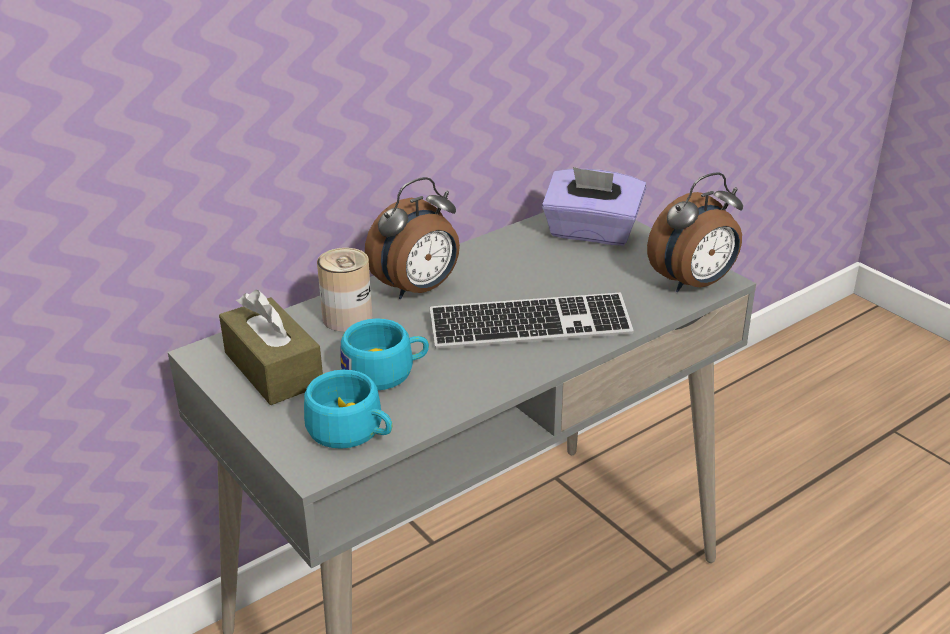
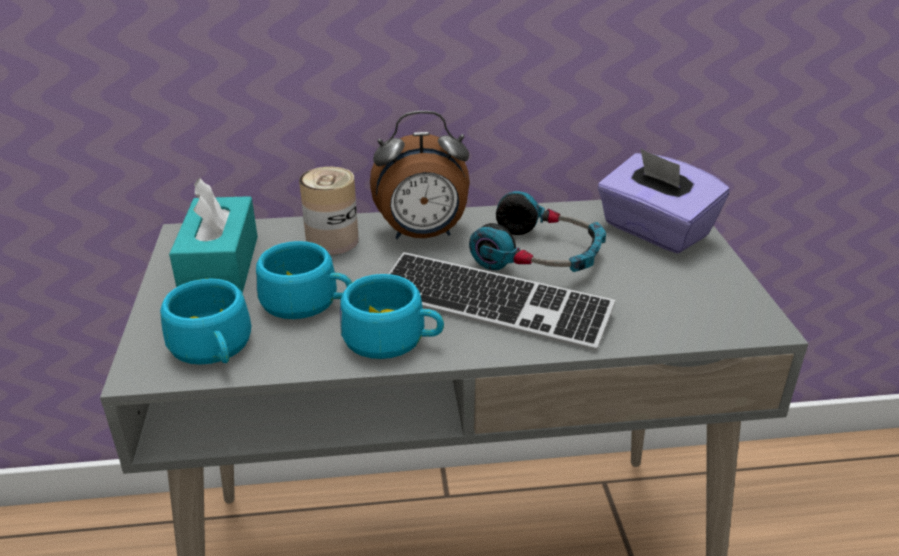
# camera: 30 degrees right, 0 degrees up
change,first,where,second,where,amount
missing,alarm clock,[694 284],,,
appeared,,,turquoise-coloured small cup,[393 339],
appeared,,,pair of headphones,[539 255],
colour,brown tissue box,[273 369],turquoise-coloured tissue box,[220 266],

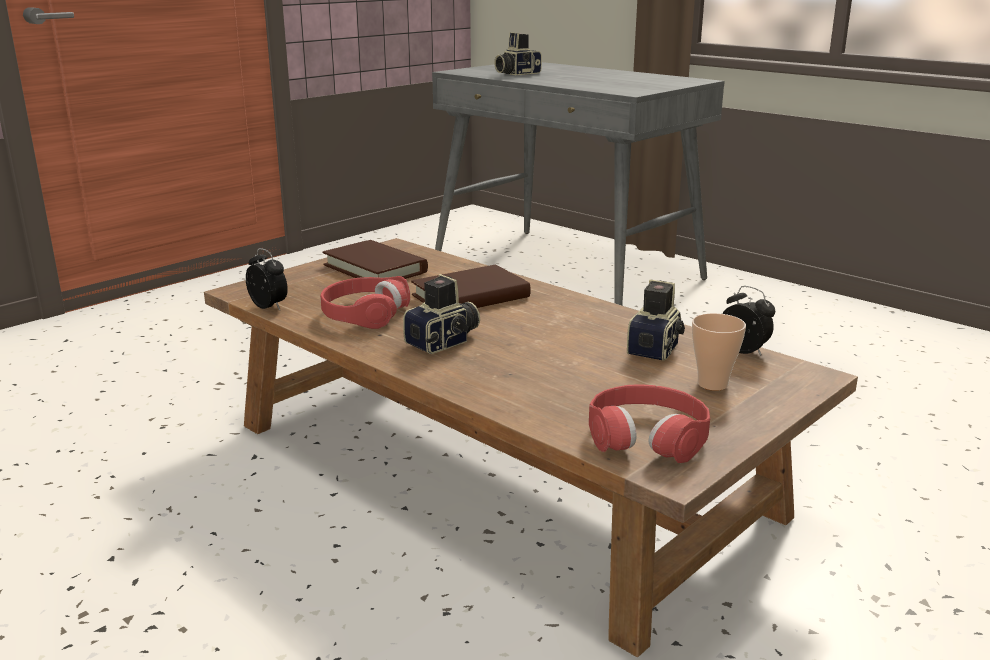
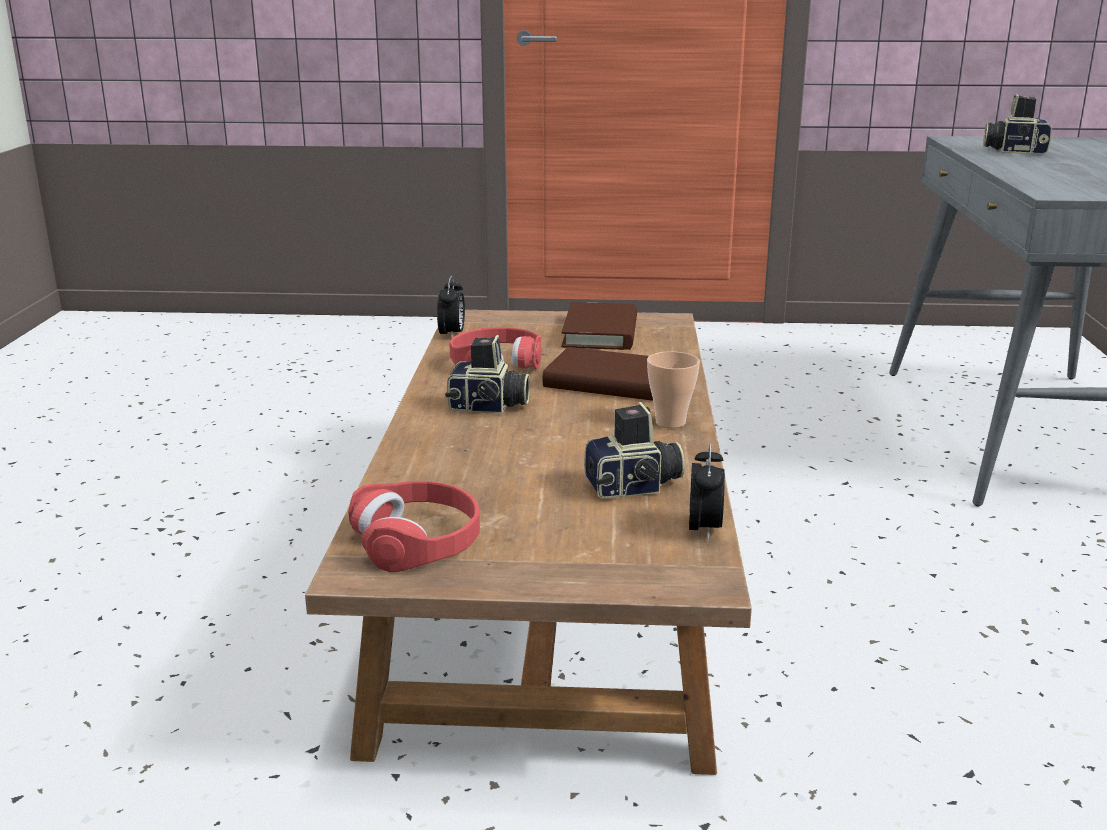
# camera: 50 degrees right, 0 degrees up
change,first,where,second,where,amount
relocated,small cup,[712 384],,[670 422],

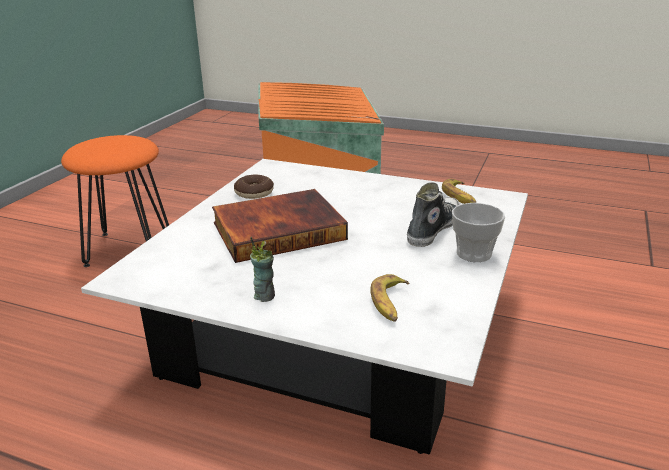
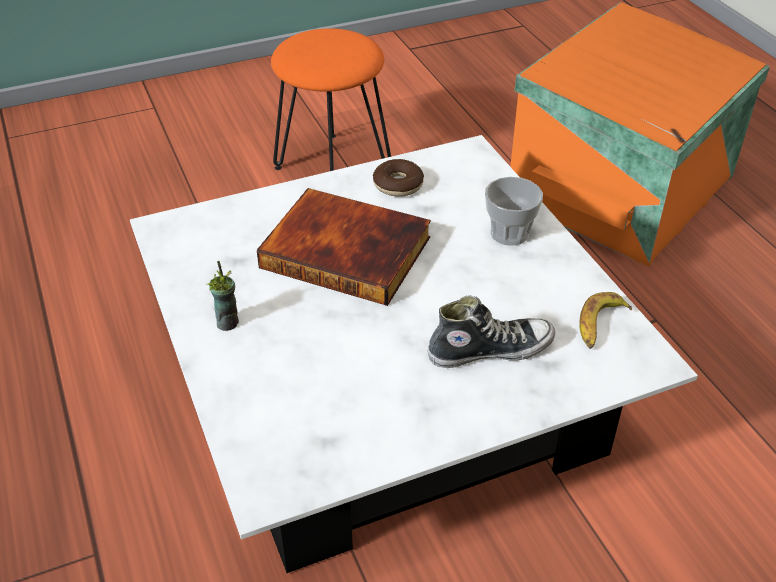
# camera: 45 degrees right, 15 degrees up
change,first,where,second,where,amount
missing,banana fruit,[390 303],,,
relocated,small cup,[474 254],,[509 233],

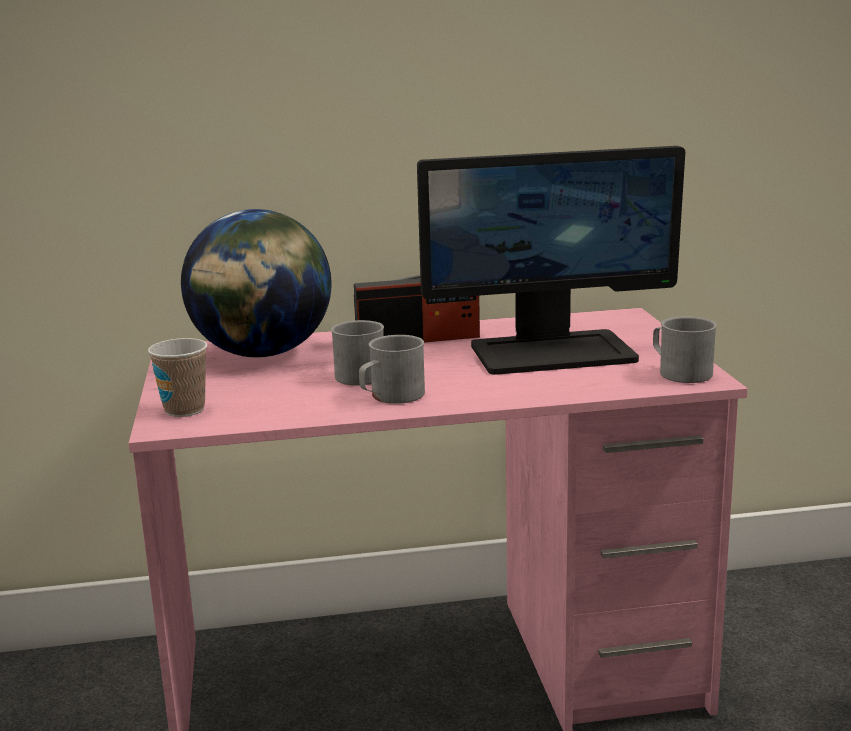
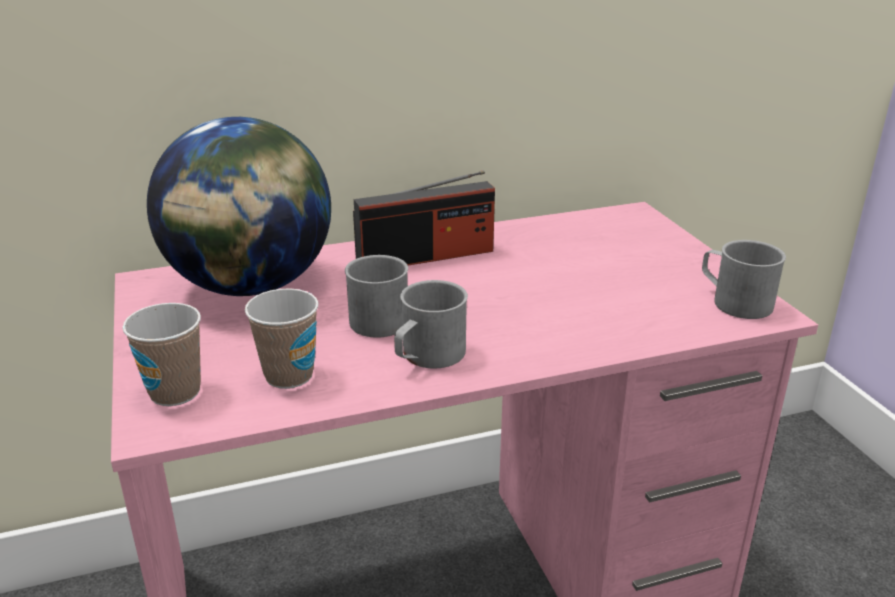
# camera: 10 degrees left, 10 degrees up
change,first,where,second,where,amount
missing,monitor,[552 352],,,
appeared,,,small cup,[289 375],

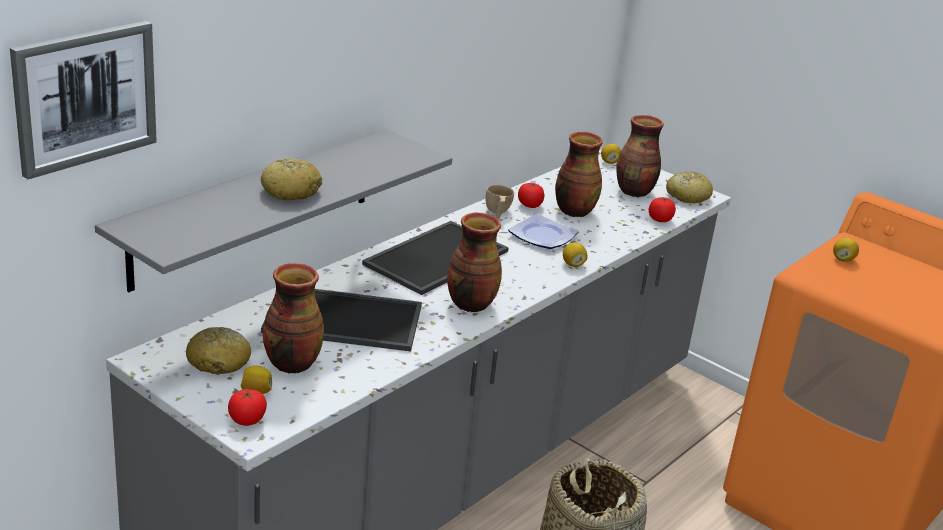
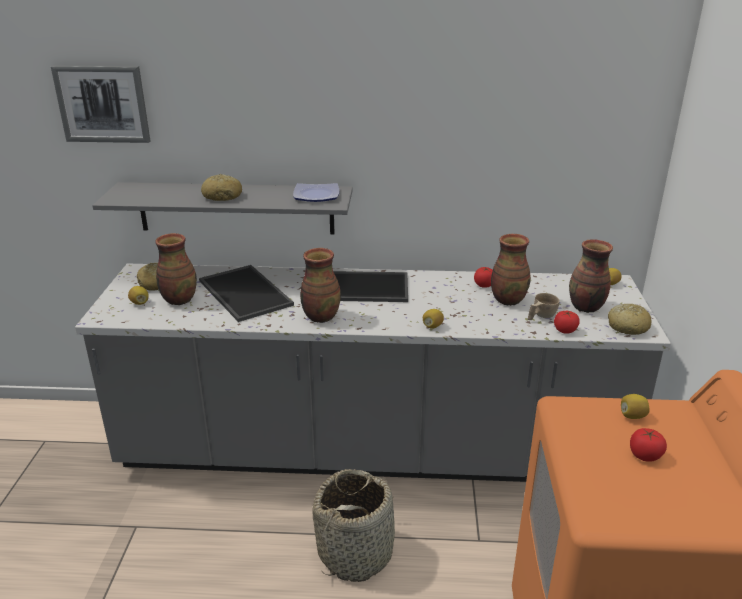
# camera: 55 degrees right, 0 degrees up
change,first,where,second,where,amount
relocated,fresh tomato,[247 420],,[644 455],
relocated,sand-coloured small cup,[497 213],,[540 316],
relocated,flat dish,[542 235],,[317 195],

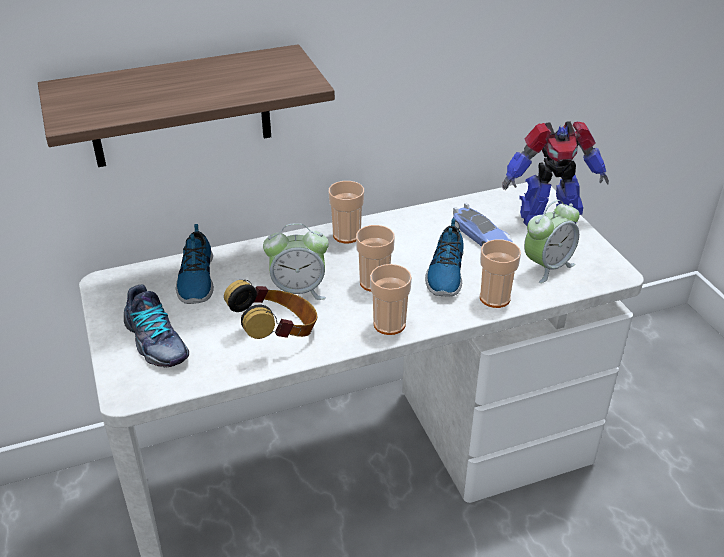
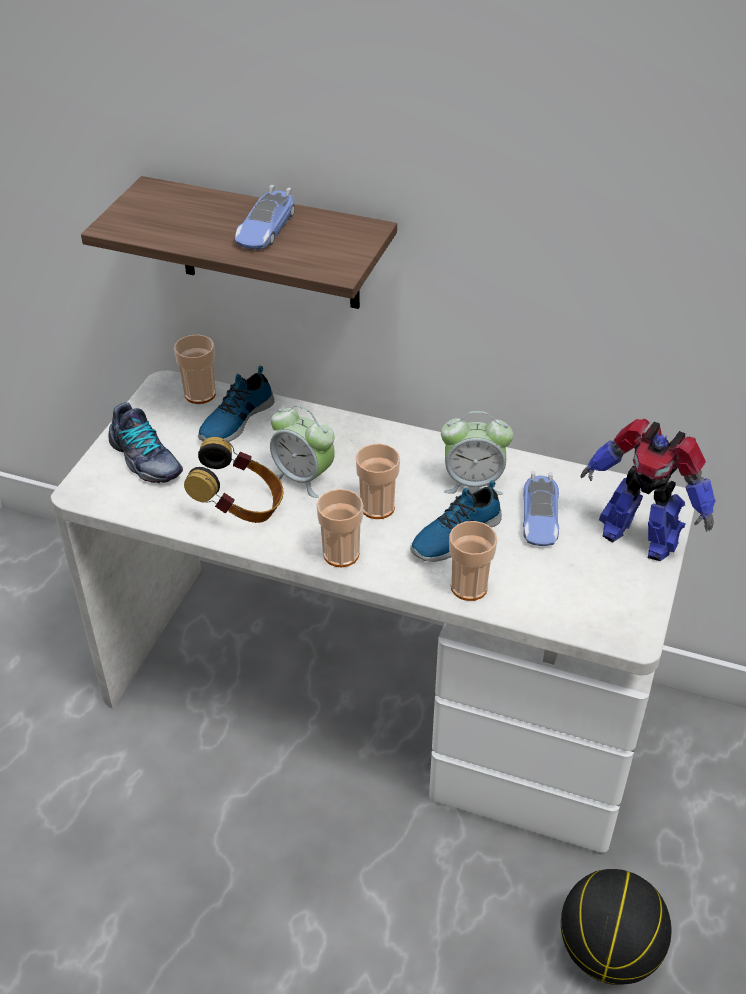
# camera: 40 degrees right, 5 degrees up
change,first,where,second,where,amount
appeared,,,toy car,[265 228],
appeared,,,basketball ball,[608 950],
relocated,small cup,[347 235],,[200 394],
relocated,alarm clock,[547 266],,[473 482],
spun,shoe,[155 342],,[145 460],45 degrees counterclockwise

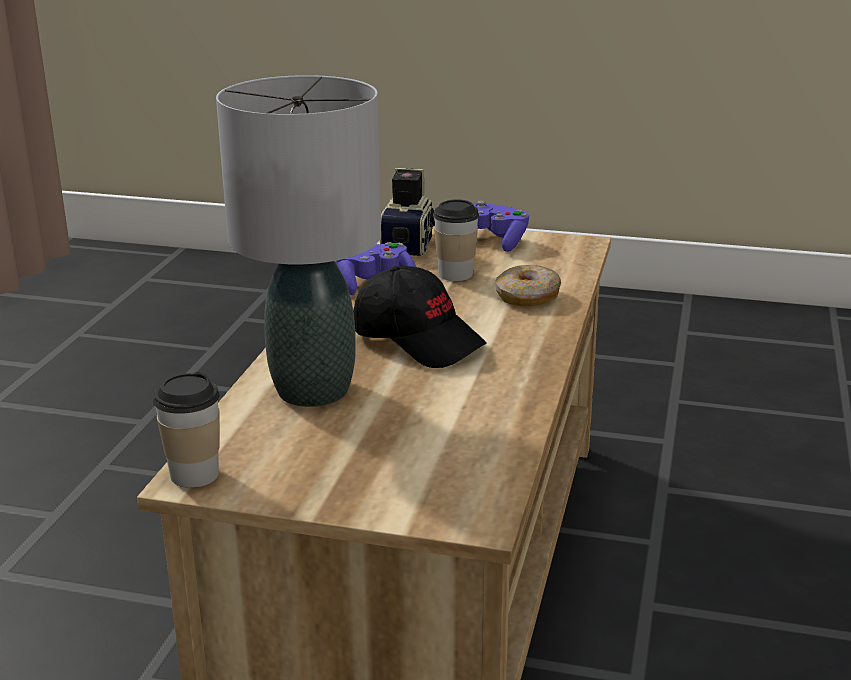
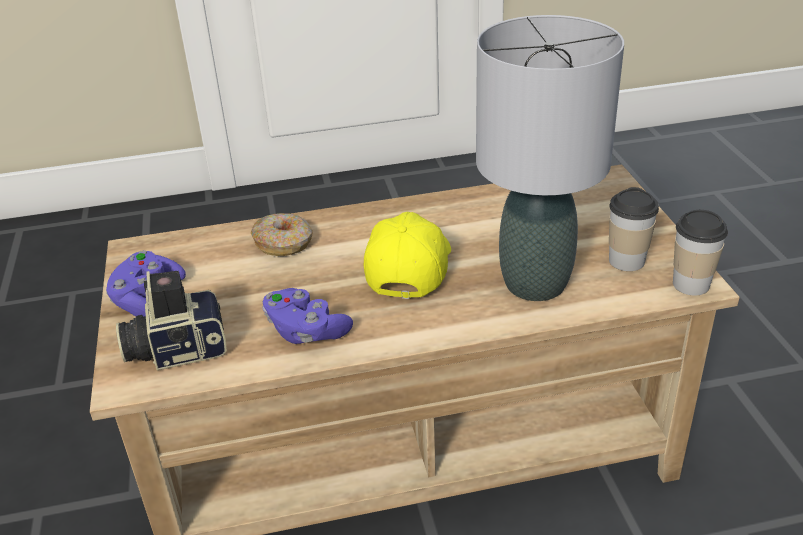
# camera: 115 degrees left, 10 degrees up
change,first,where,second,where,amount
relocated,small cup,[455 274],,[626 261],
colour,black baseball cap,[419 340],yellow baseball cap,[408 267],

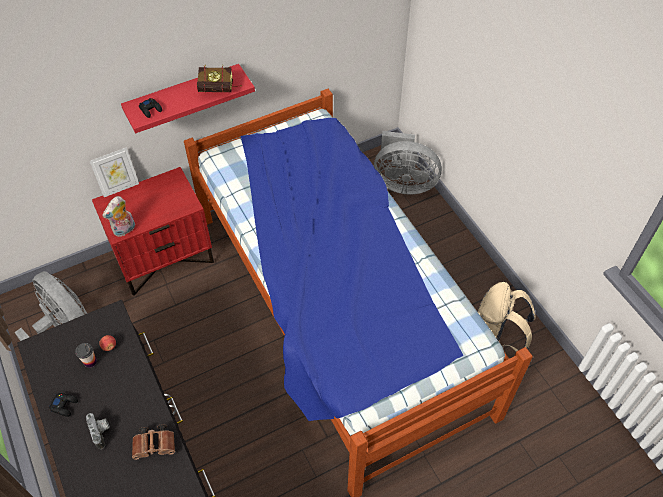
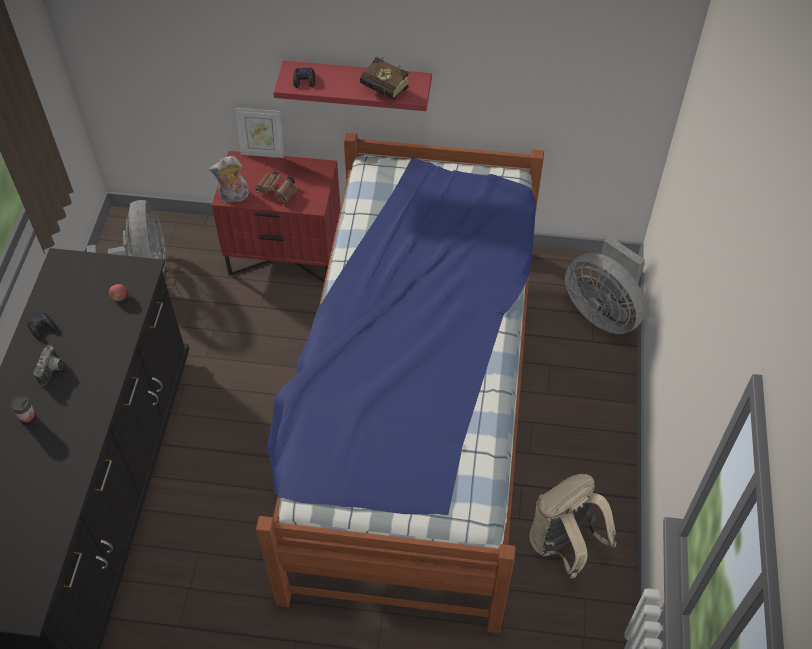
# camera: 35 degrees right, 0 degrees up
change,first,where,second,where,amount
relocated,small cup,[90 362],,[29 419],
relocated,brown pair of binoculars,[156 445],,[278 192],

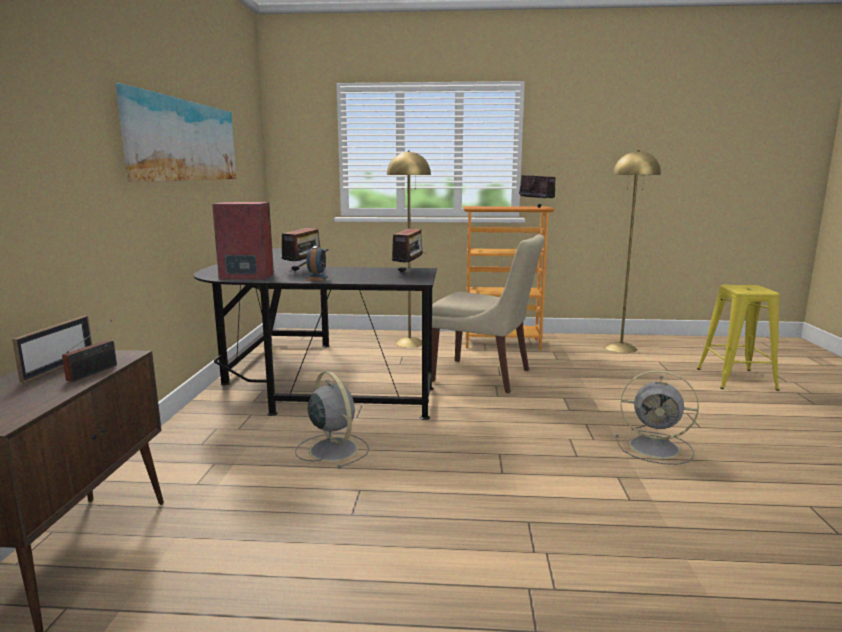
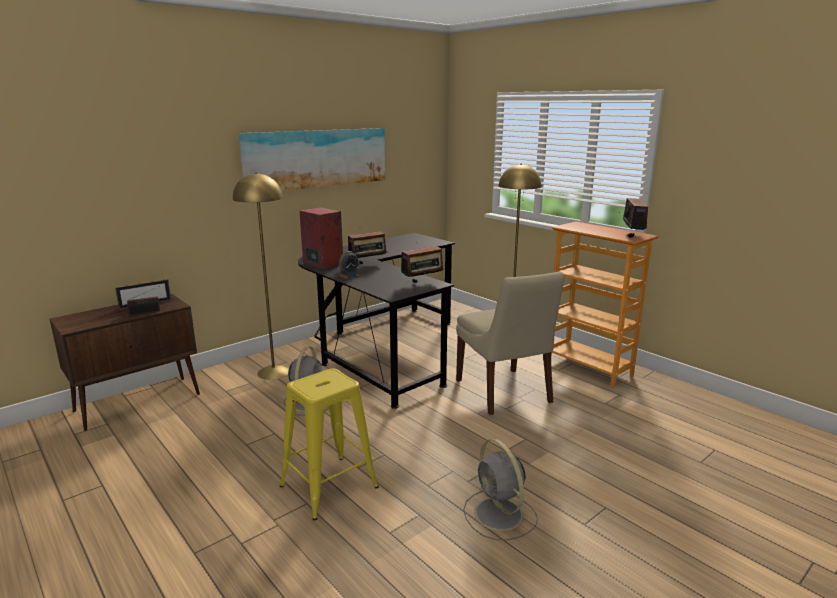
# camera: 45 degrees right, 5 degrees up
change,first,where,second,where,amount
relocated,yellow standard lamp,[621 348],,[274 372],
relocated,yellow stool,[735 379],,[329 486],

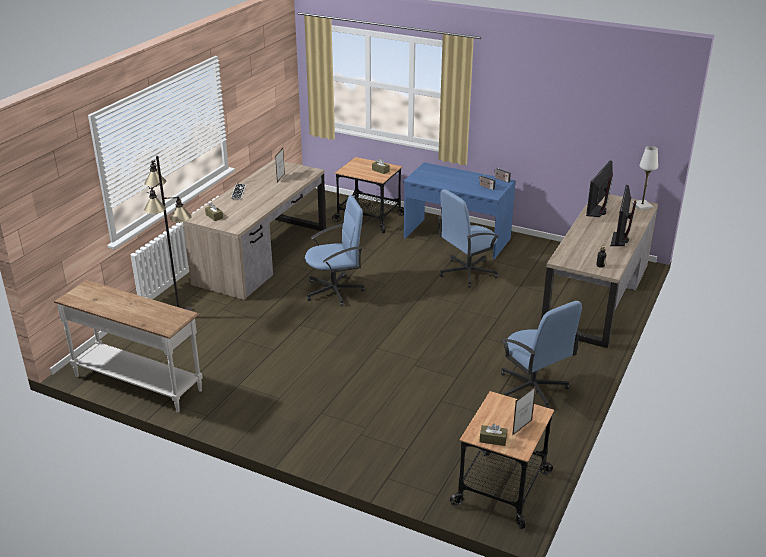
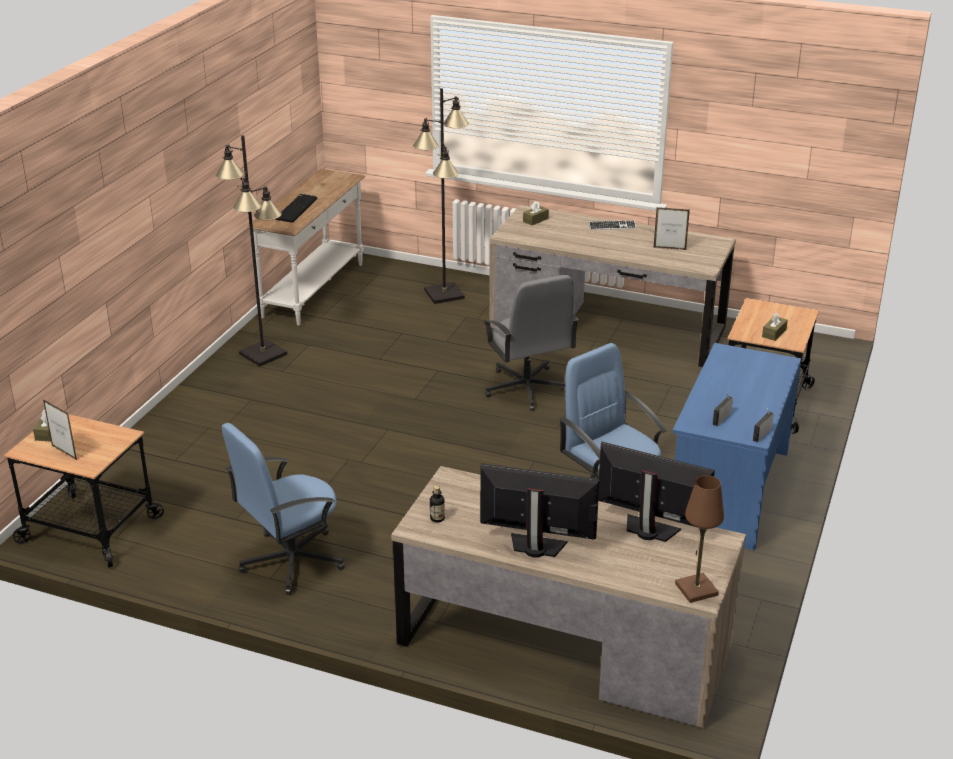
# camera: 85 degrees right, 0 degrees up
change,first,where,second,where,amount
appeared,,,black standard lamp,[263 354],
appeared,,,PC keyboard,[296 209],
colour,bluish desk chair,[335 291],greyish desk chair,[526 389],
colour,white table lamp,[642 206],brown table lamp,[696 589],

